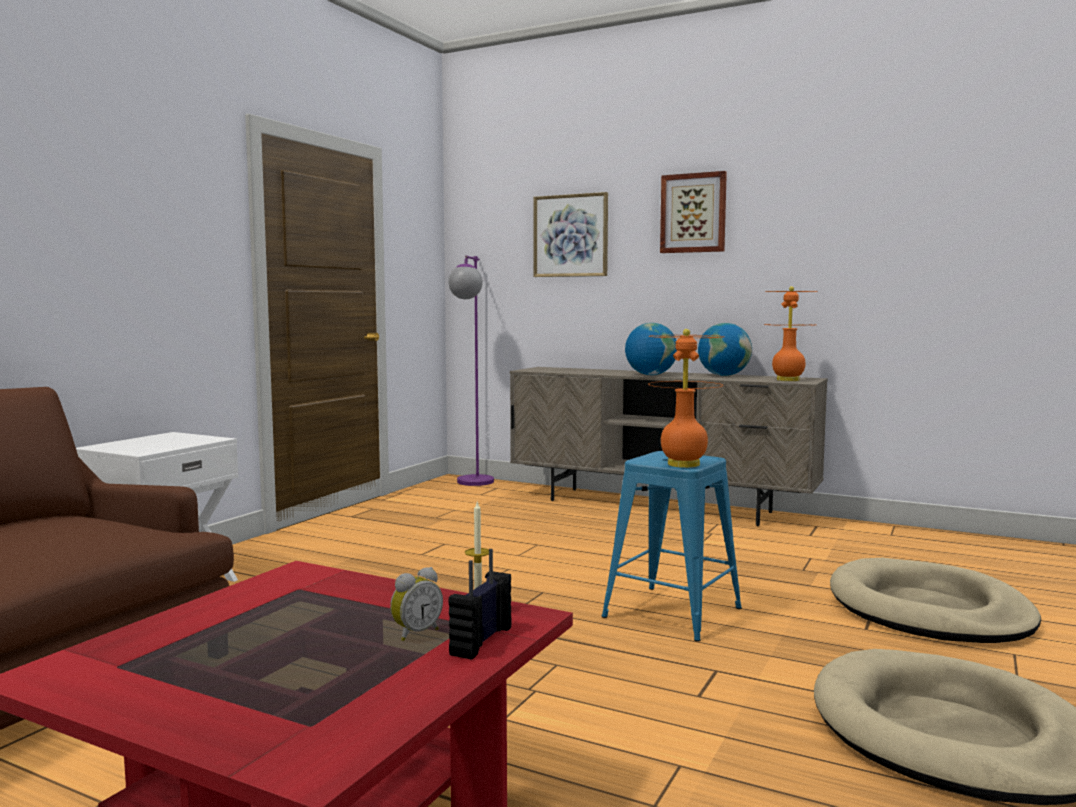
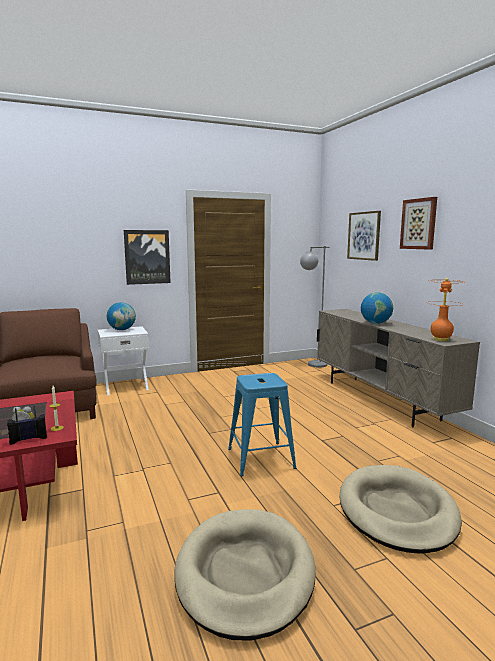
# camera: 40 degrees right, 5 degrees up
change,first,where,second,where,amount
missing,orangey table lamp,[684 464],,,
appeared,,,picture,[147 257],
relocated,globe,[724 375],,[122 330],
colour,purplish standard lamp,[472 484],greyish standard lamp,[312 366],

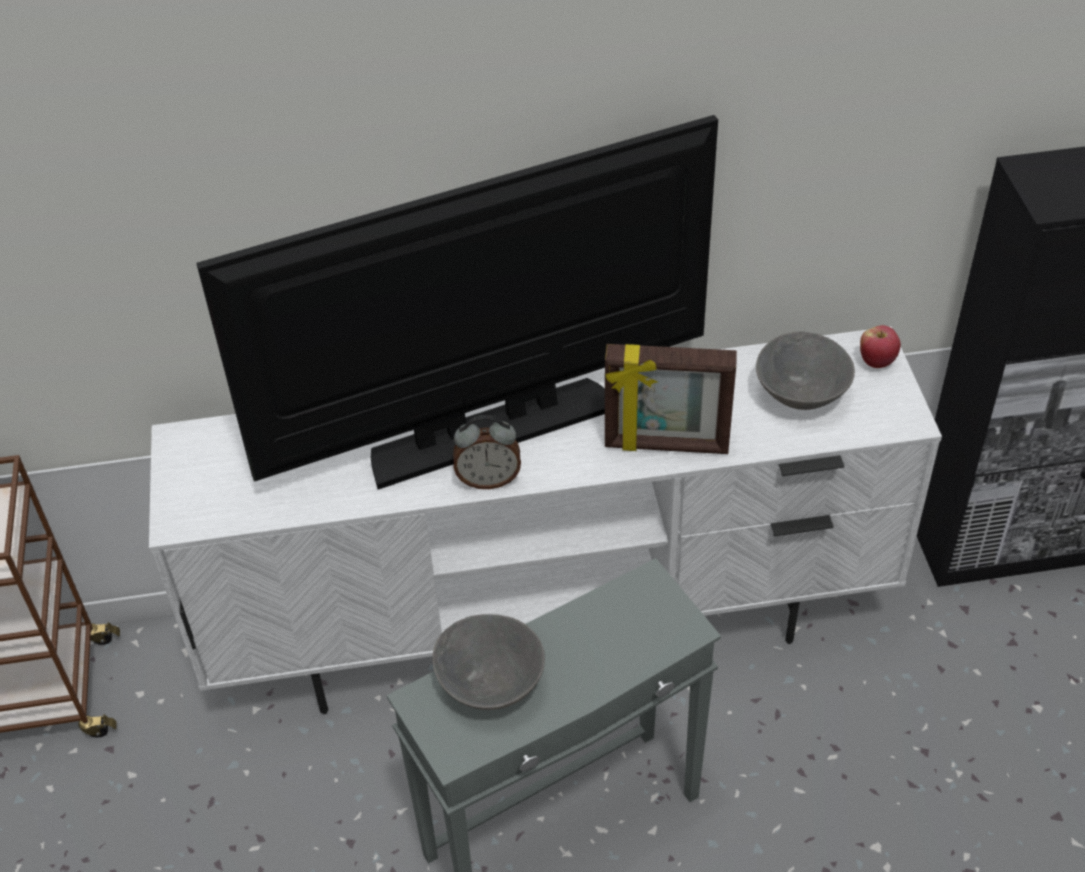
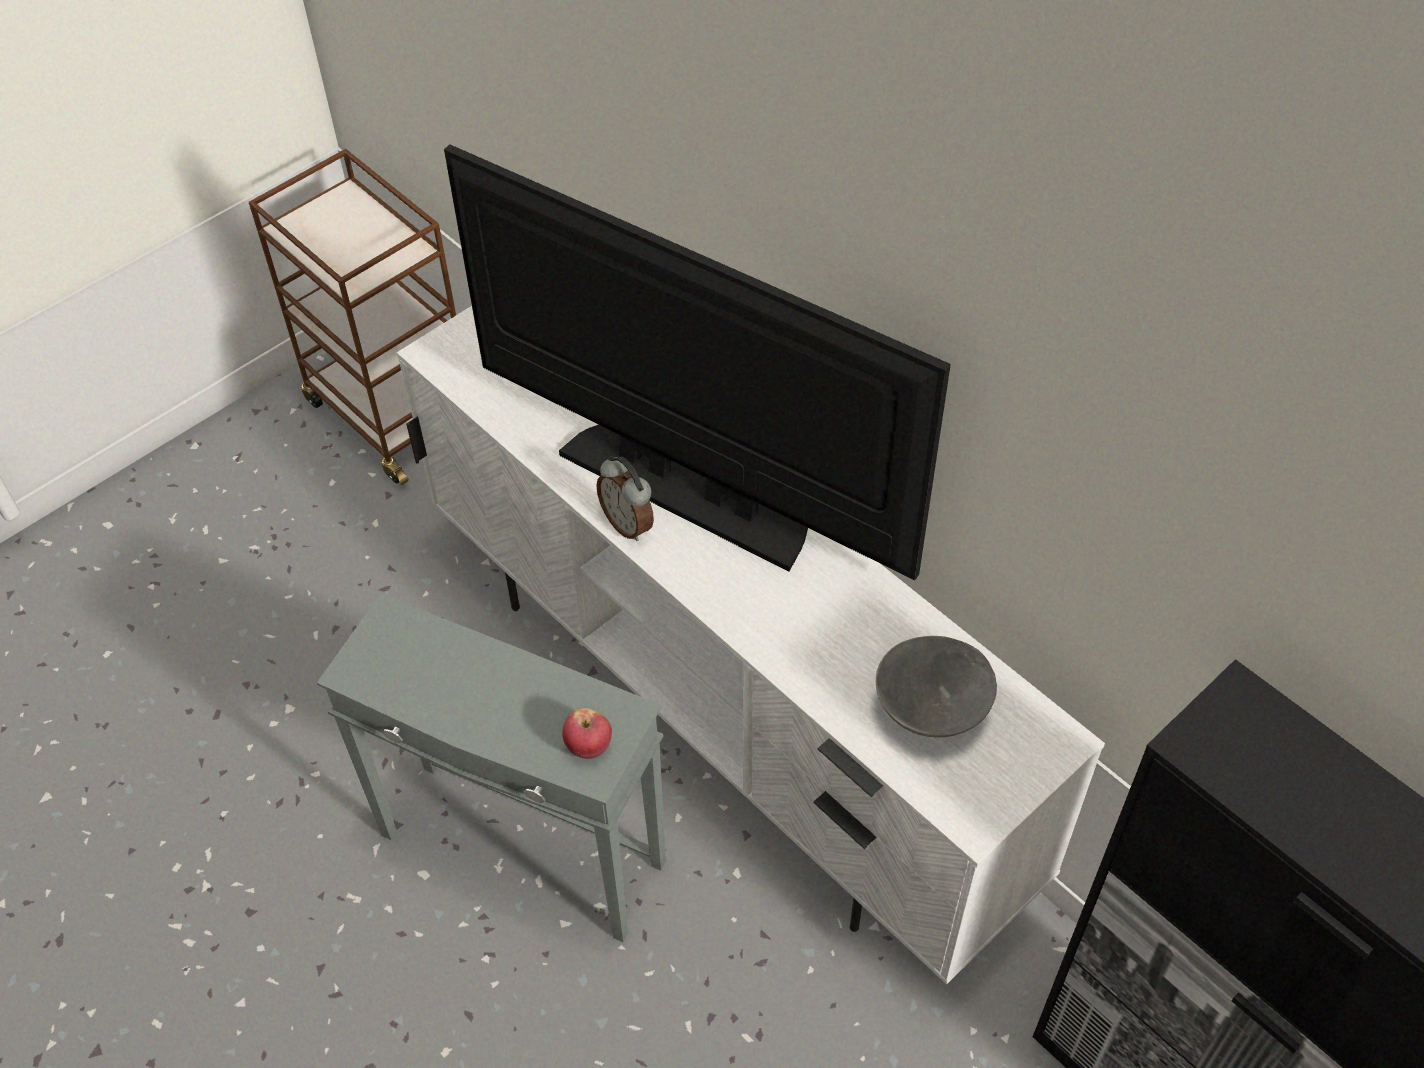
# camera: 55 degrees right, 5 degrees up
change,first,where,second,where,amount
missing,greyish bowl,[490 683],,,
missing,standing frame,[666 445],,,
relocated,apple fruit,[877 361],,[589 747],

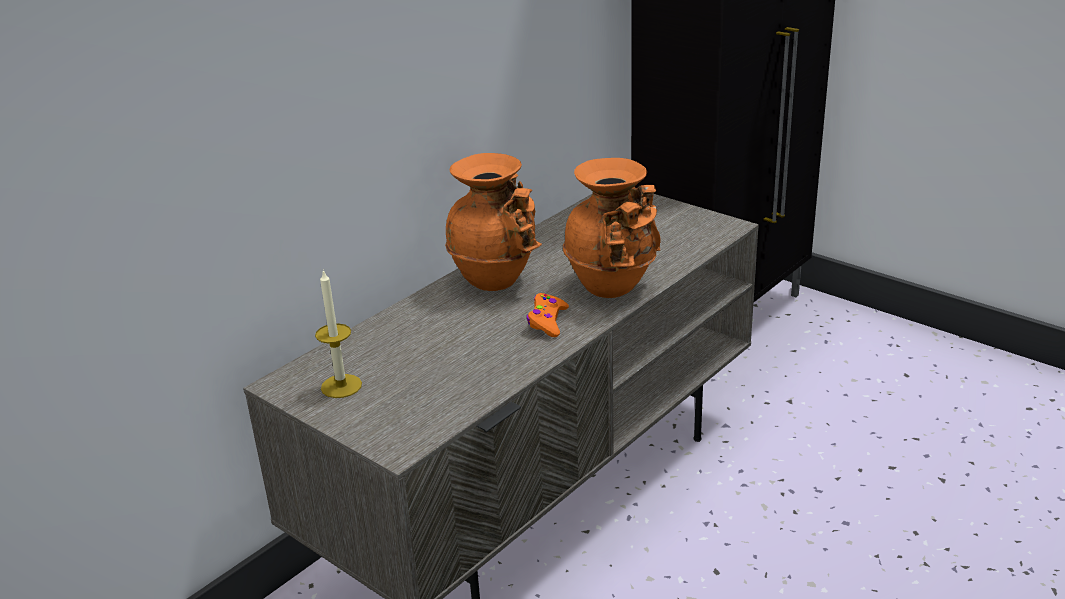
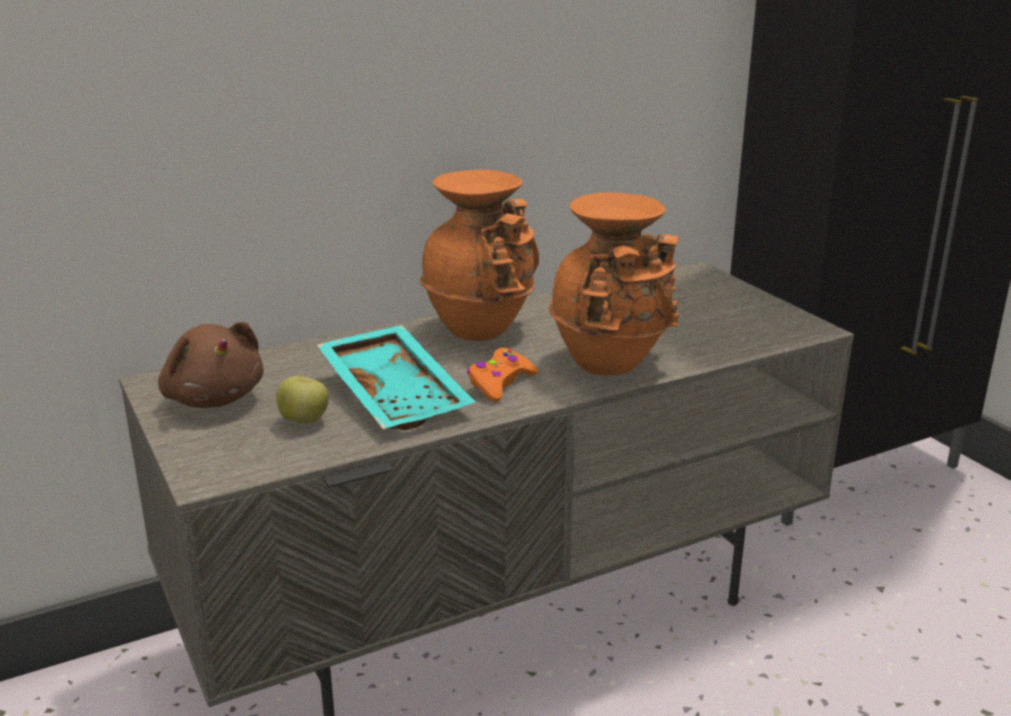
# camera: 20 degrees right, 5 degrees down
change,first,where,second,where,amount
appeared,,,apple fruit,[304 421],
appeared,,,turquoise-coloured tray,[397 395],
exchanged,candle,[341 386],brown plush toy,[213 398],

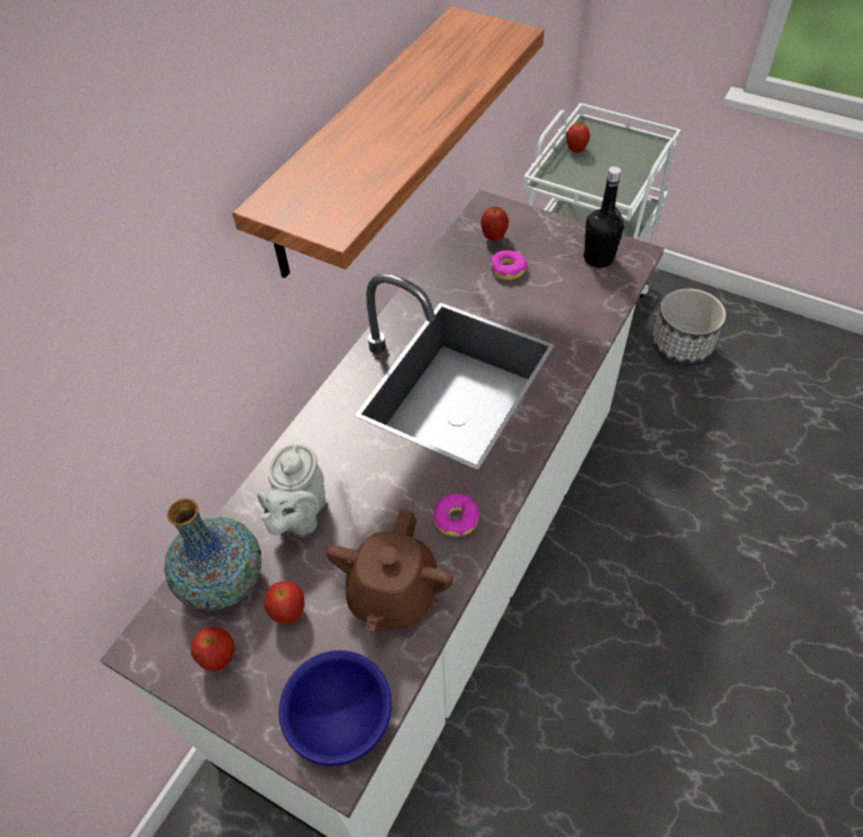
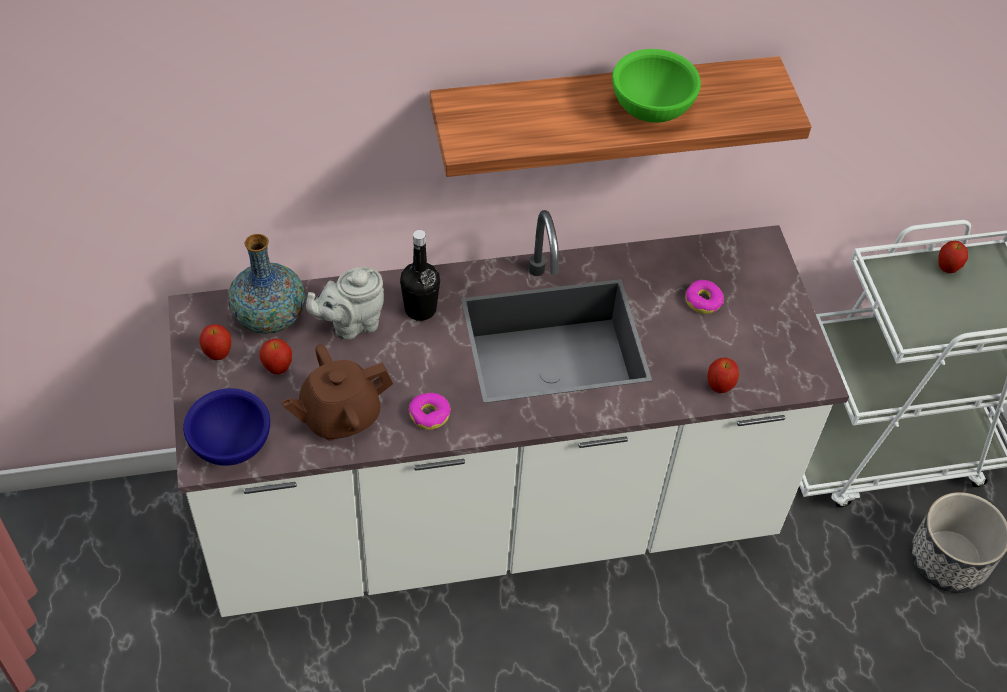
# camera: 45 degrees right, 0 degrees up
change,first,where,second,where,amount
appeared,,,greenish bowl,[650 110],
relocated,apple fruit,[494 237],,[719 387],
relocated,black beverage bottle,[598 258],,[420 309],

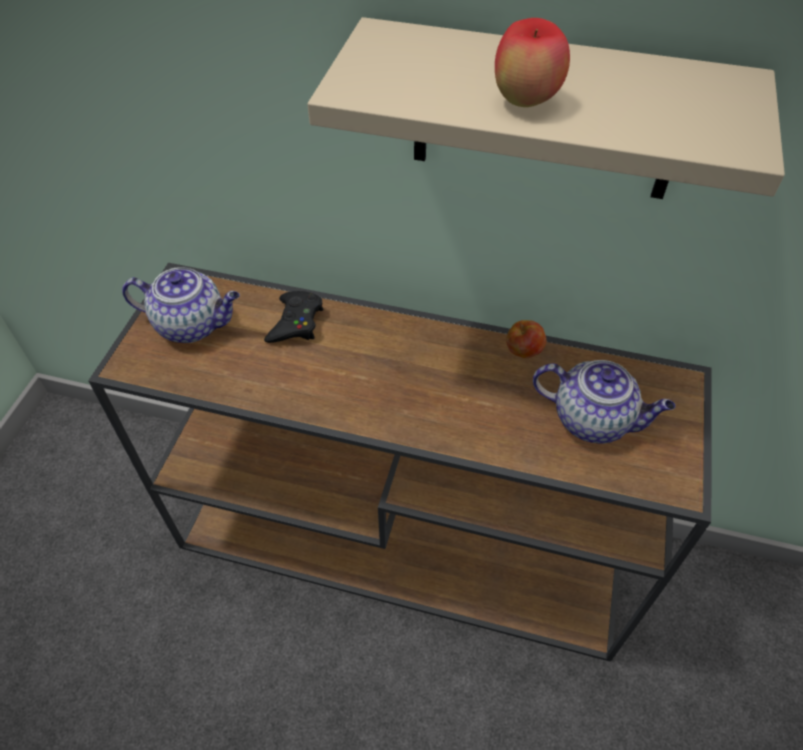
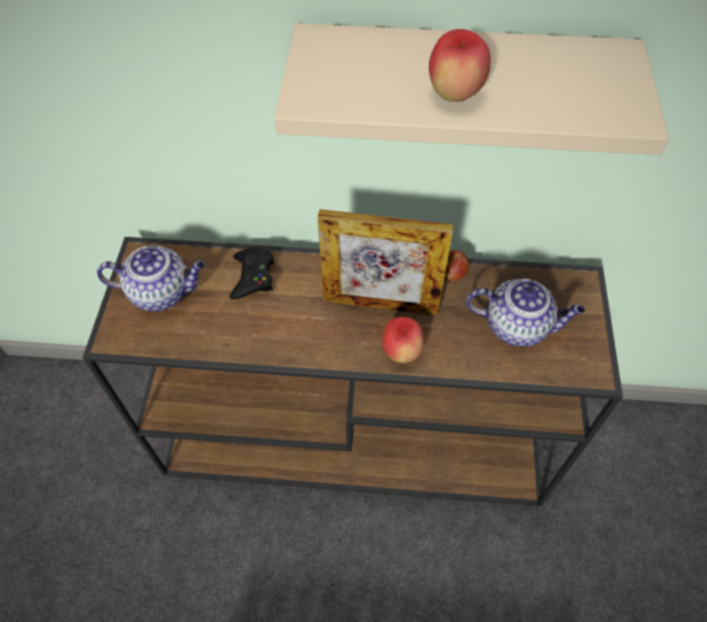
# camera: 10 degrees left, 5 degrees up
change,first,where,second,where,amount
appeared,,,standing frame,[380 304],
appeared,,,apple fruit,[401 352],

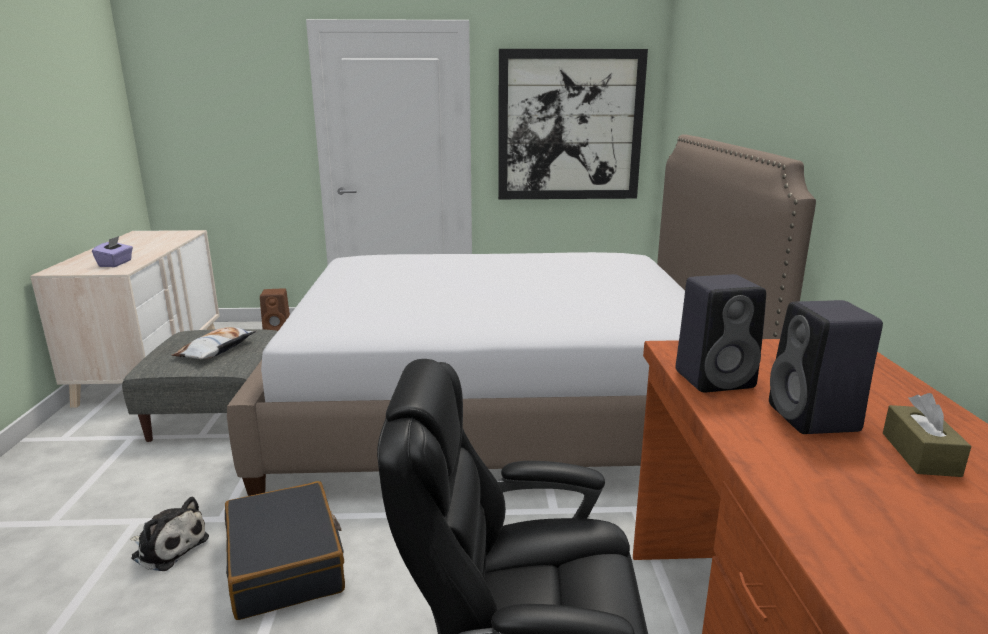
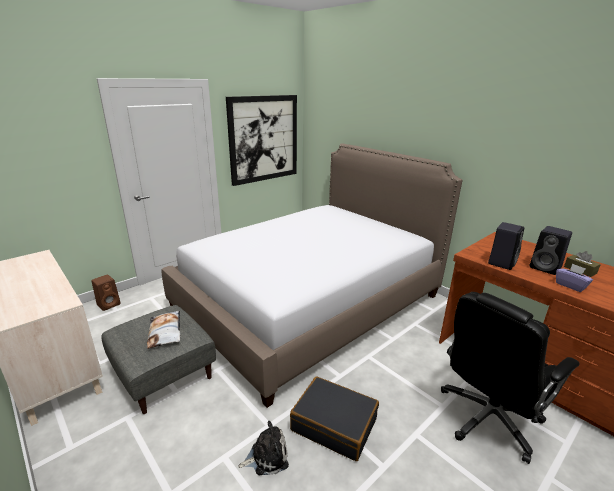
# camera: 40 degrees left, 5 degrees up
change,first,where,second,where,amount
relocated,purplish tissue box,[116 263],,[570 285],

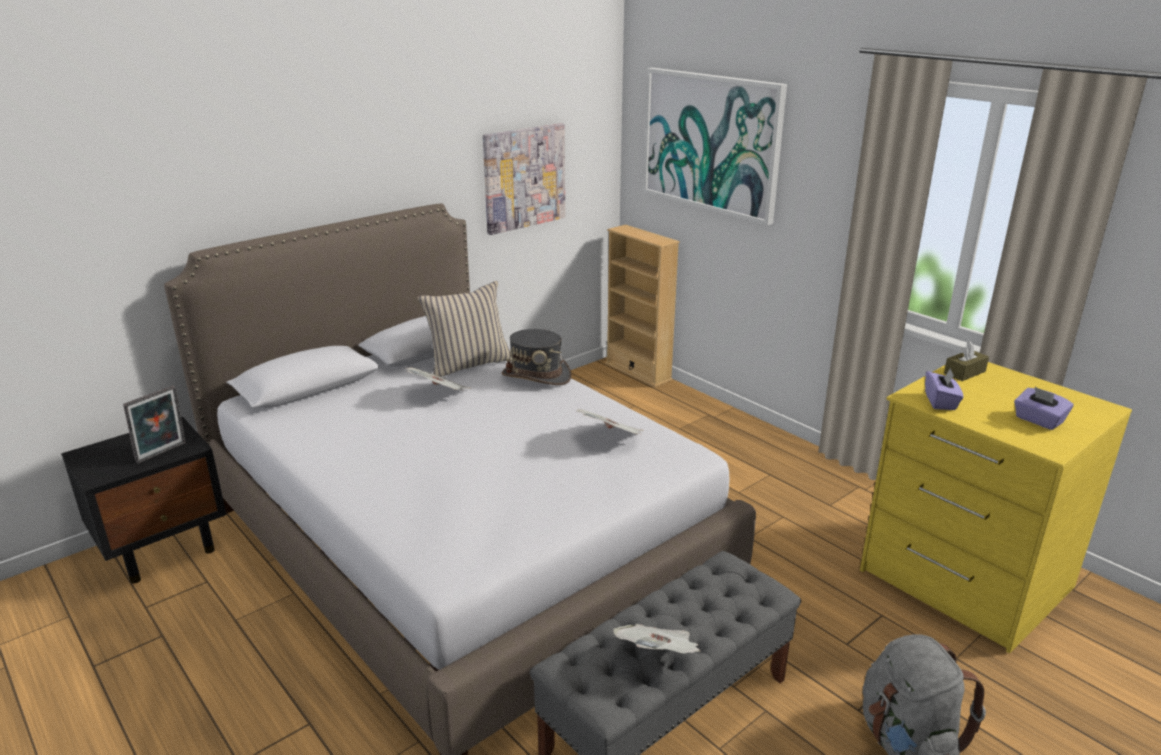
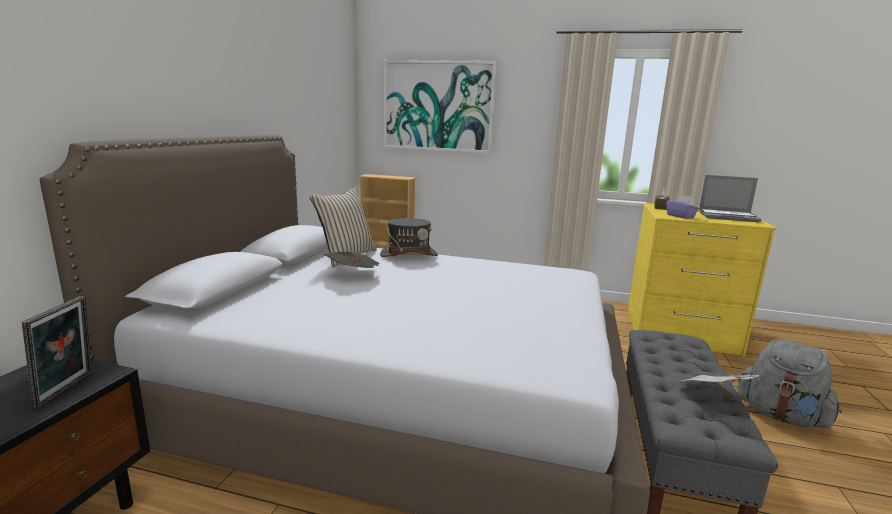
# camera: 35 degrees left, 10 degrees down
change,first,where,second,where,amount
missing,picture,[524 178],,,
missing,printed paper,[612 438],,,
exchanged,purplish tissue box,[1038 420],notebook computer,[728 217],

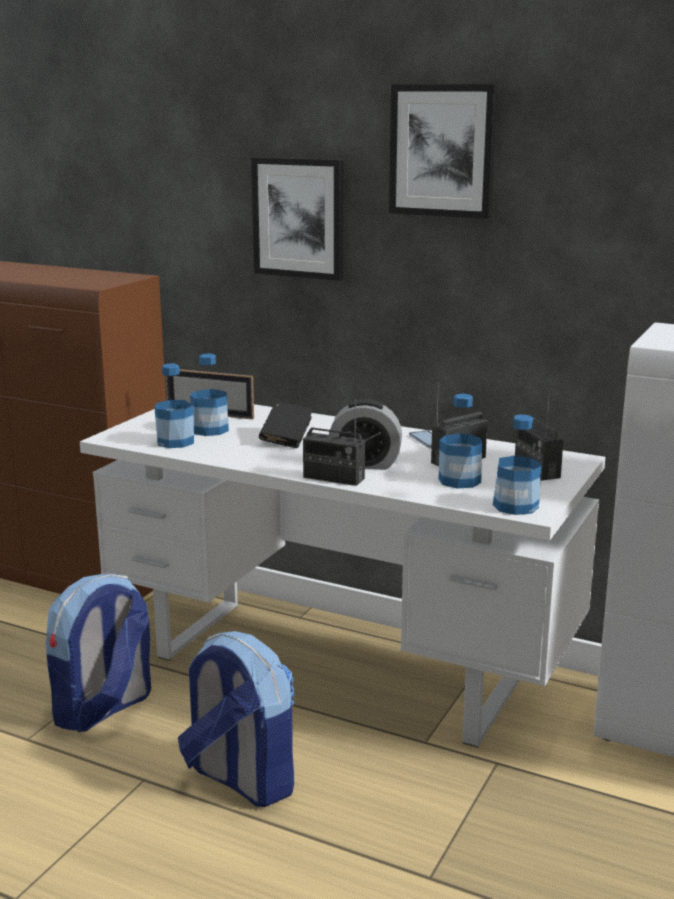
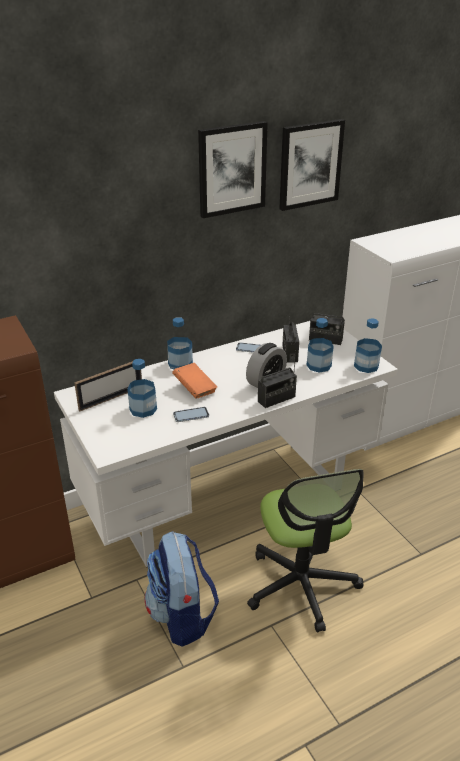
# camera: 55 degrees left, 15 degrees up
change,first,where,second,where,amount
appeared,,,phone,[191 415],
relocated,beverage bottle,[175 442],,[180 364],
relocated,picture,[299 218],,[310 164],
exchanged,knapsack,[240 779],desk chair,[301 584],
colour,black bound book,[287 439],orangey bound book,[195 389],

